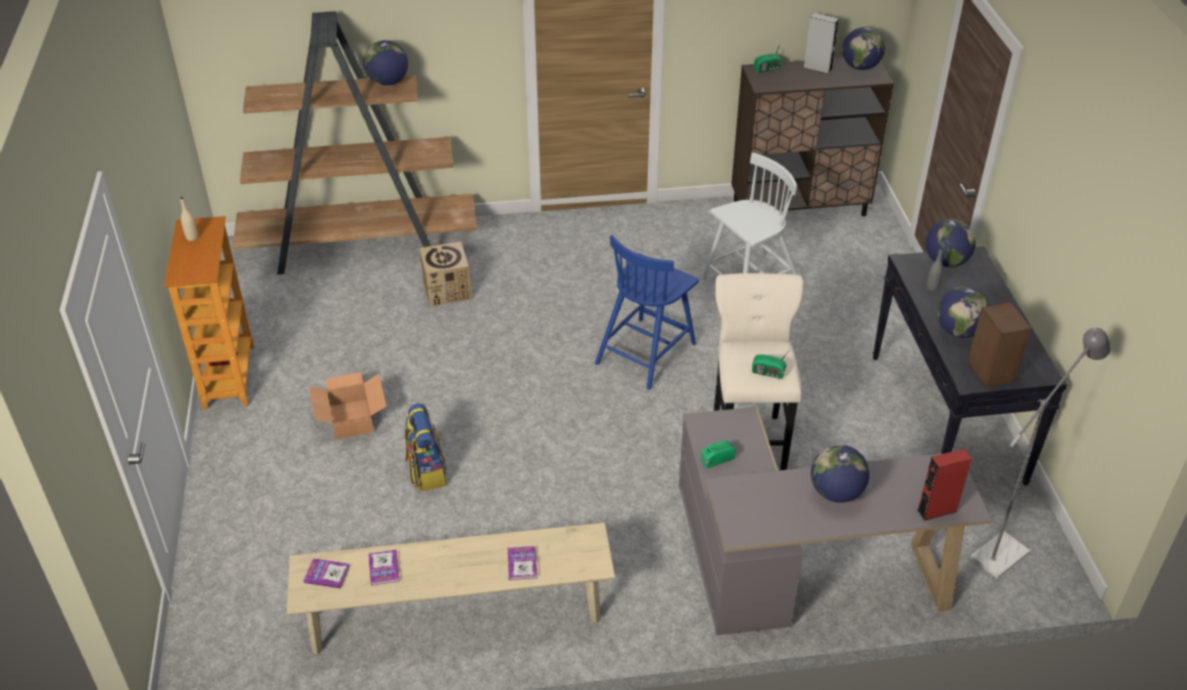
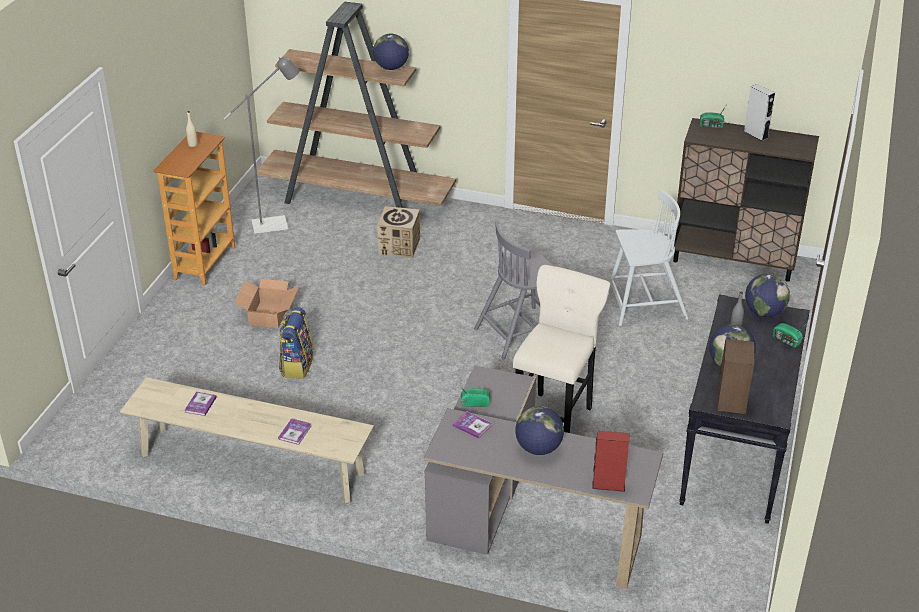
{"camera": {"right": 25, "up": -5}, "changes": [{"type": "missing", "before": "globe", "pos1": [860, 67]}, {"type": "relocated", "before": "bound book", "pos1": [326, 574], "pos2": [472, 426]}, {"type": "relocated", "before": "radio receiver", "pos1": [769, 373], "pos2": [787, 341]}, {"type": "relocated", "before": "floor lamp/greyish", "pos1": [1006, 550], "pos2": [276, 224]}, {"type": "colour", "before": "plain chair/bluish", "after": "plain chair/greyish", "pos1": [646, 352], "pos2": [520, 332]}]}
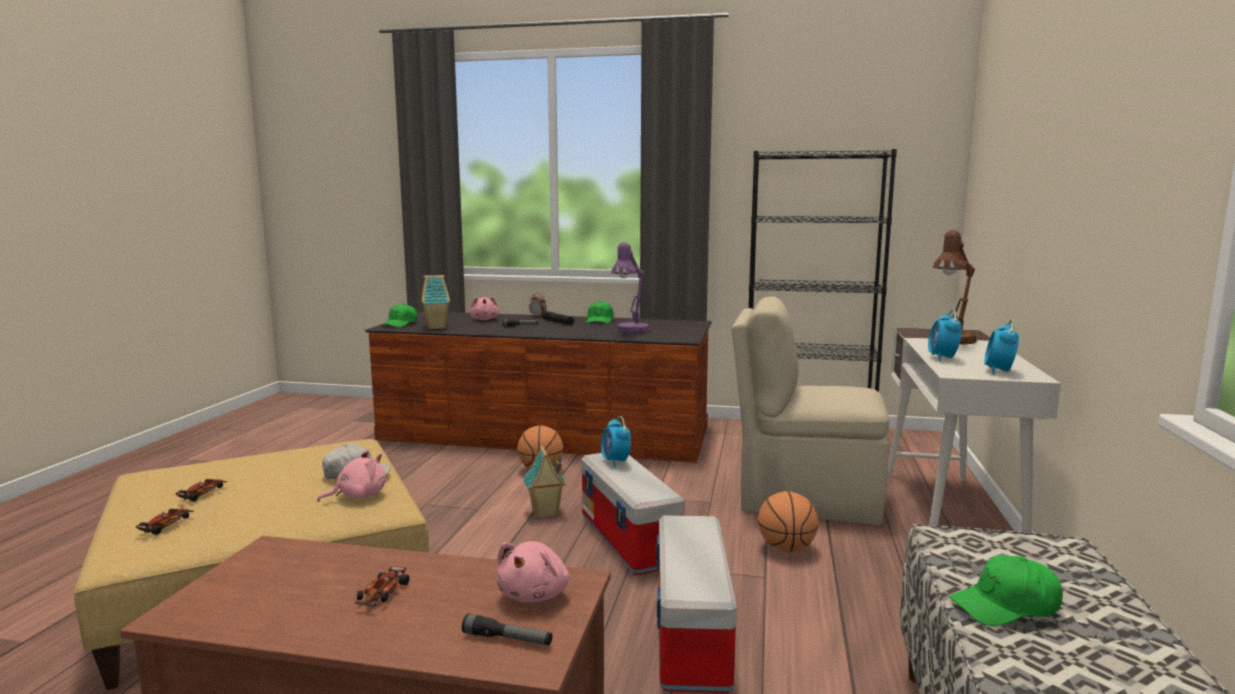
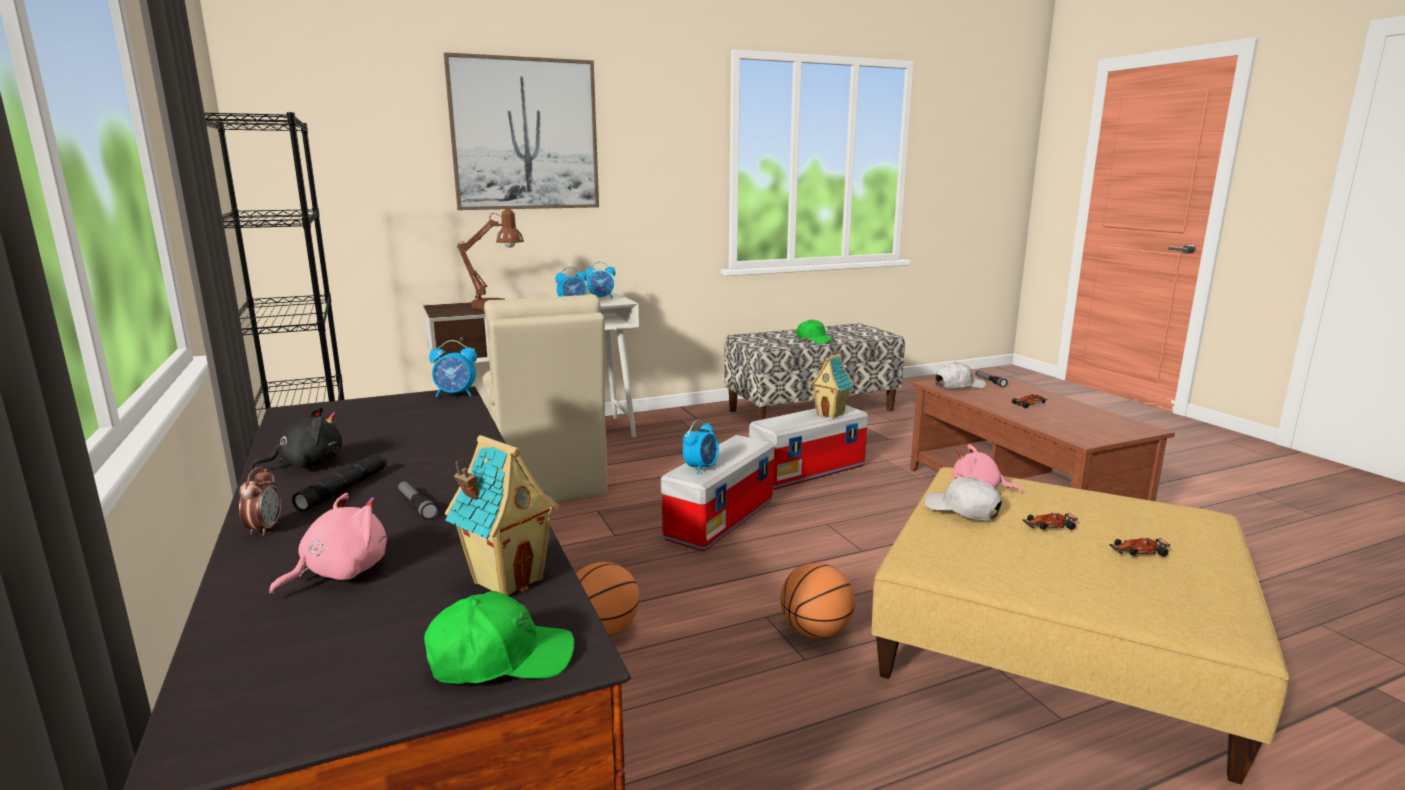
{"camera": {"right": -125, "up": 5}, "changes": [{"type": "missing", "before": "table lamp/purple-coloured", "pos1": [630, 331]}, {"type": "appeared", "after": "bedside clock", "pos2": [456, 394]}, {"type": "appeared", "after": "wall art", "pos2": [525, 134]}, {"type": "relocated", "before": "toy car", "pos1": [166, 525], "pos2": [1048, 526]}, {"type": "relocated", "before": "miniature house", "pos1": [545, 513], "pos2": [831, 414]}, {"type": "relocated", "before": "basketball ball", "pos1": [786, 548], "pos2": [815, 632]}, {"type": "exchanged", "before": "soft toy/pink-coloured", "after": "peaked cap/white-coloured", "pos1": [535, 594], "pos2": [959, 386]}, {"type": "exchanged", "before": "peaked cap/green", "after": "soft toy/black", "pos1": [600, 321], "pos2": [307, 464]}]}
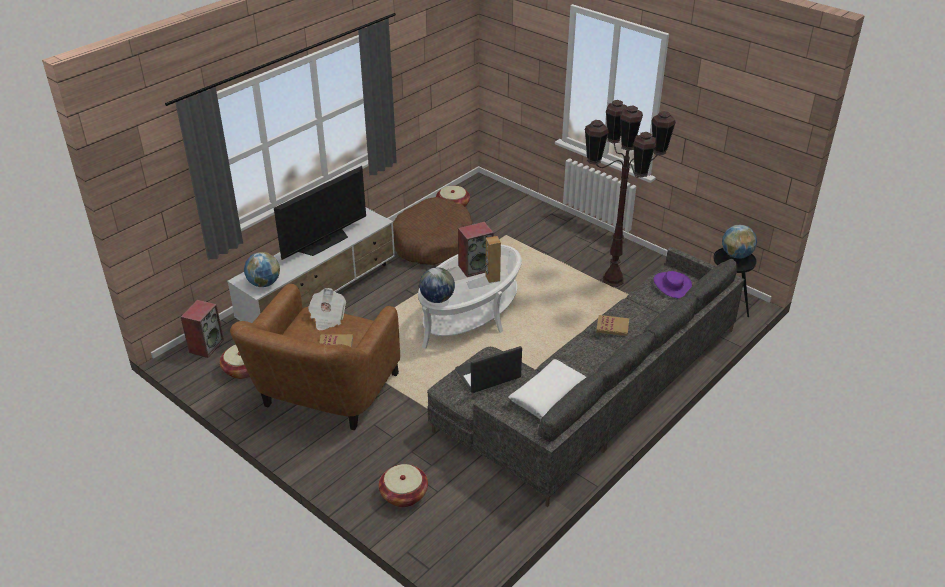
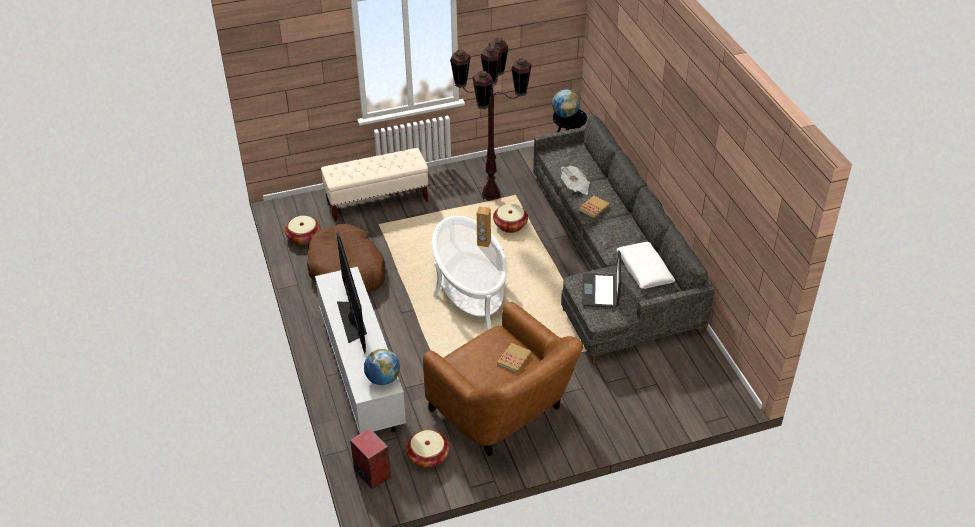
{"camera": {"right": -60, "up": 5}, "changes": [{"type": "missing", "before": "globe", "pos1": [437, 299]}, {"type": "missing", "before": "audio speaker", "pos1": [475, 267]}, {"type": "missing", "before": "wearable hat/purple-coloured", "pos1": [672, 285]}, {"type": "appeared", "after": "long seat/sand-coloured", "pos2": [377, 201]}, {"type": "relocated", "before": "daily paper", "pos1": [327, 318], "pos2": [575, 187]}, {"type": "relocated", "before": "household basket", "pos1": [404, 494], "pos2": [510, 225]}]}
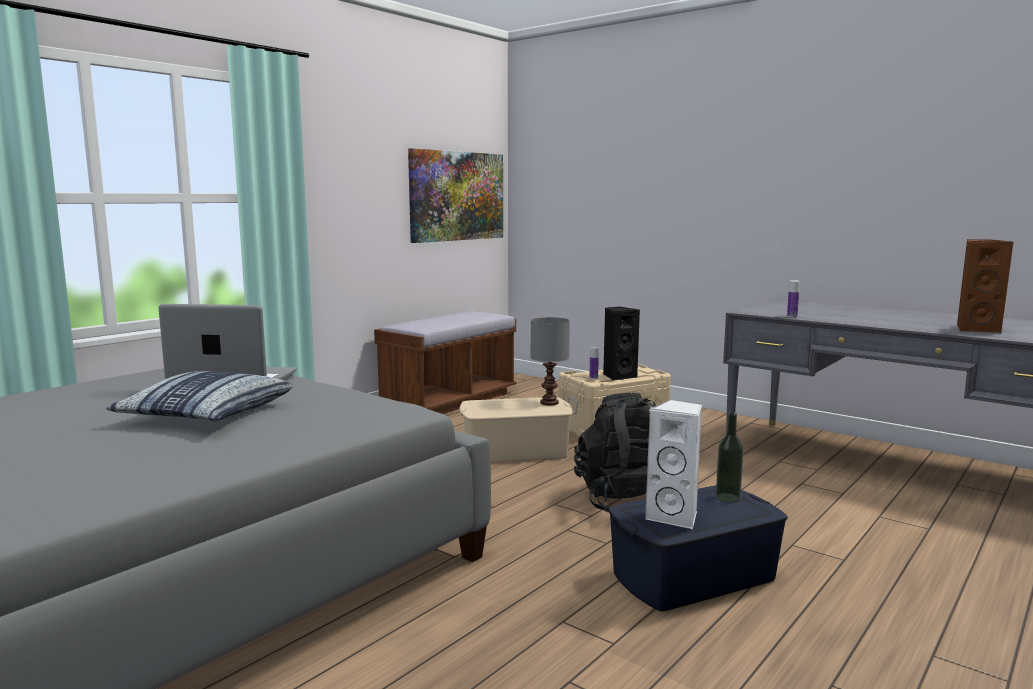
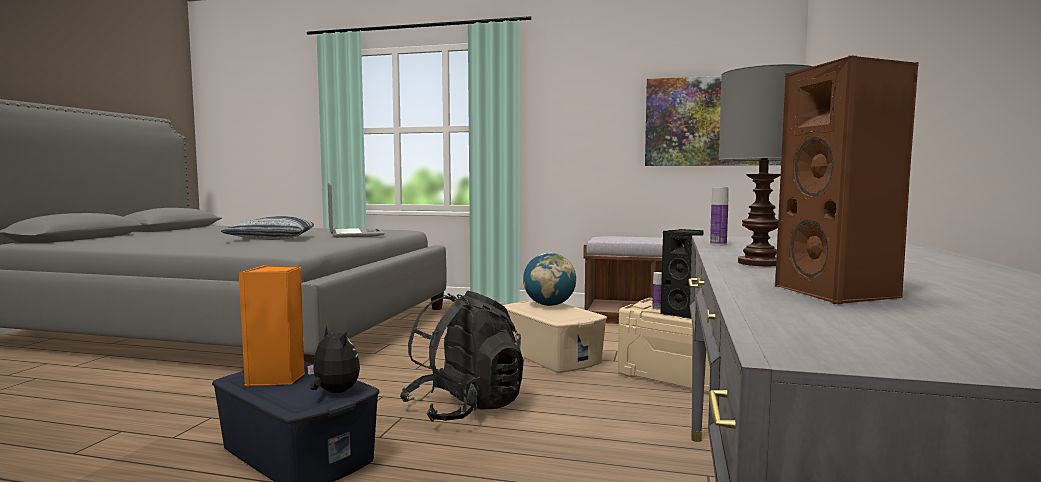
{"camera": {"right": 65, "up": -5}, "changes": [{"type": "appeared", "after": "globe", "pos2": [549, 305]}, {"type": "relocated", "before": "table lamp/greyish", "pos1": [549, 402], "pos2": [760, 263]}, {"type": "exchanged", "before": "drink bottle", "after": "soft toy", "pos1": [727, 498], "pos2": [334, 392]}, {"type": "colour", "before": "audio speaker/white-coloured", "after": "audio speaker/orange-coloured", "pos1": [675, 517], "pos2": [276, 379]}]}
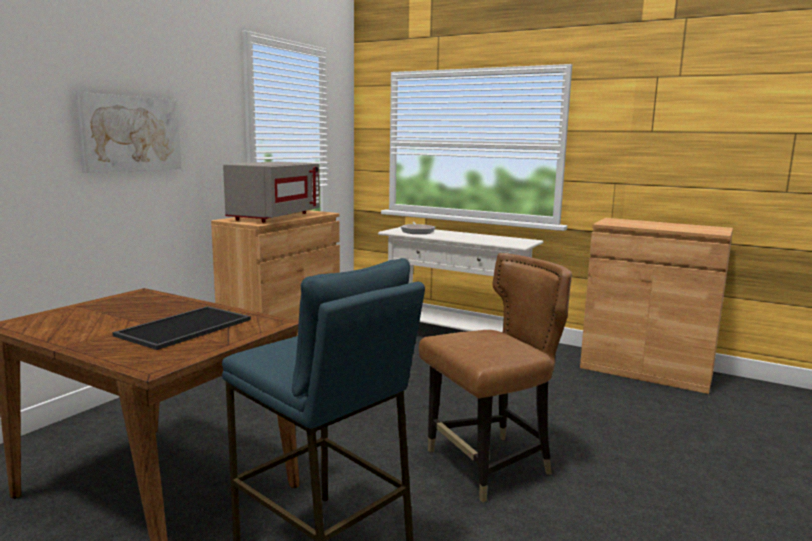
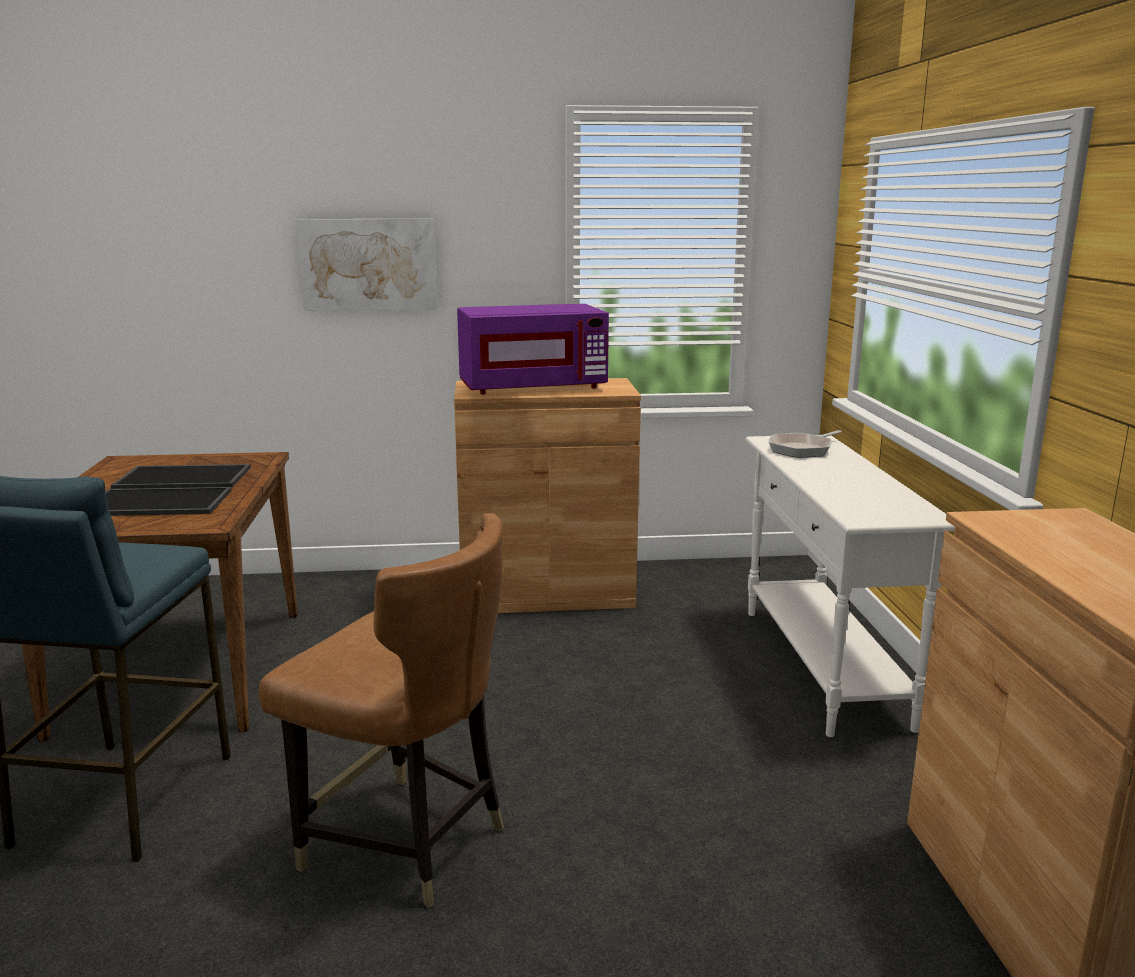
{"camera": {"right": 55, "up": 5}, "changes": [{"type": "appeared", "after": "serving tray", "pos2": [185, 477]}, {"type": "colour", "before": "kitchen microwave/greyish", "after": "kitchen microwave/purple-coloured", "pos1": [274, 217], "pos2": [532, 388]}]}
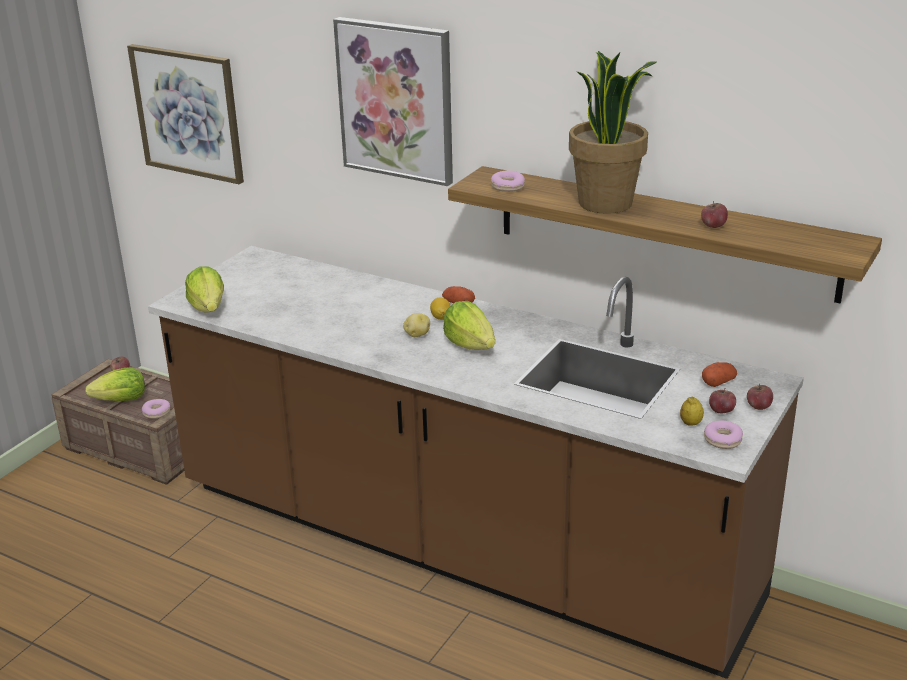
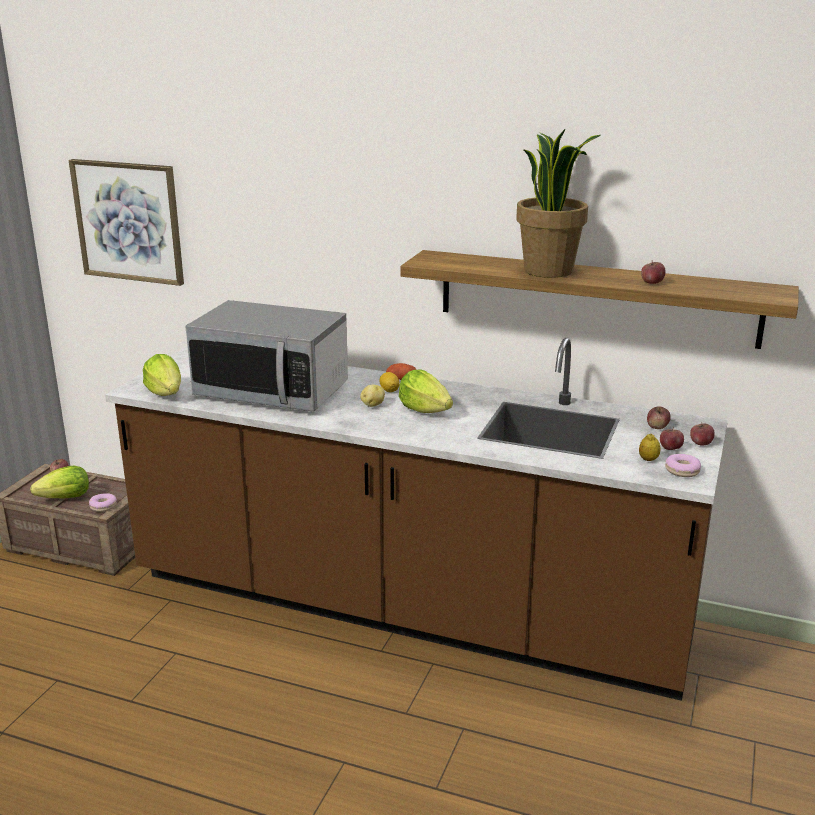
{"camera": {"right": -10, "up": -5}, "changes": [{"type": "missing", "before": "wall art", "pos1": [396, 100]}, {"type": "missing", "before": "doughnut", "pos1": [507, 187]}, {"type": "appeared", "after": "kitchen microwave", "pos2": [272, 391]}, {"type": "exchanged", "before": "potato", "after": "apple", "pos1": [718, 382], "pos2": [657, 427]}]}
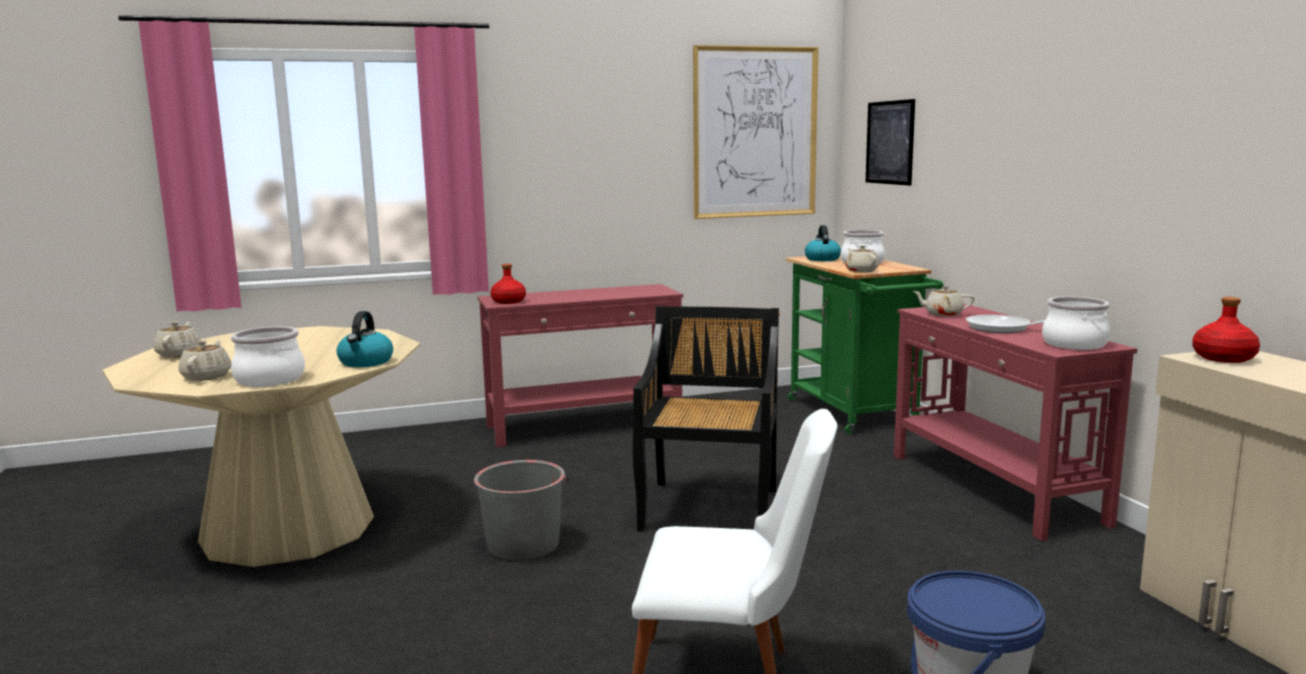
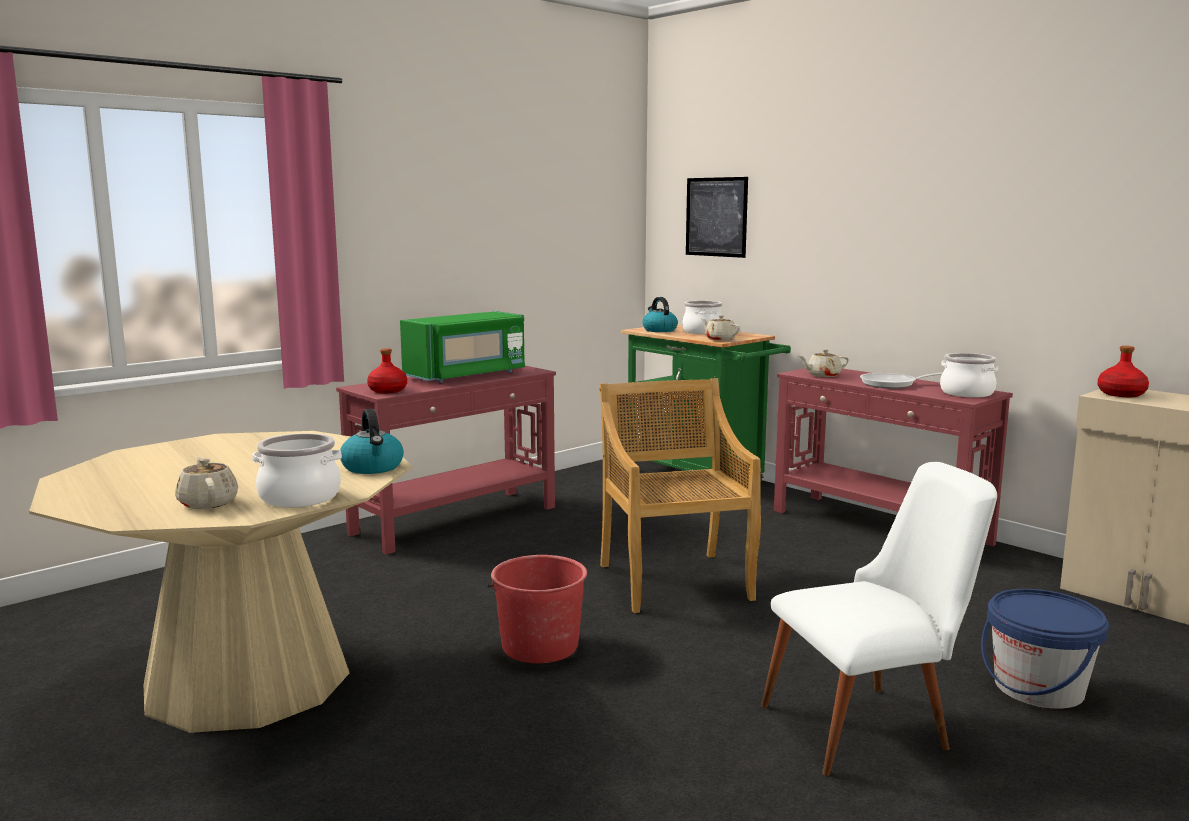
{"camera": {"right": -25, "up": 0}, "changes": [{"type": "missing", "before": "pot for tea/sand-coloured", "pos1": [179, 354]}, {"type": "missing", "before": "wall art", "pos1": [755, 132]}, {"type": "appeared", "after": "kitchen microwave/green", "pos2": [467, 375]}, {"type": "colour", "before": "water bucket/greyish", "after": "water bucket/red", "pos1": [523, 544], "pos2": [539, 646]}, {"type": "colour", "before": "plain chair/black", "after": "plain chair/sand-coloured", "pos1": [709, 508], "pos2": [674, 581]}]}
